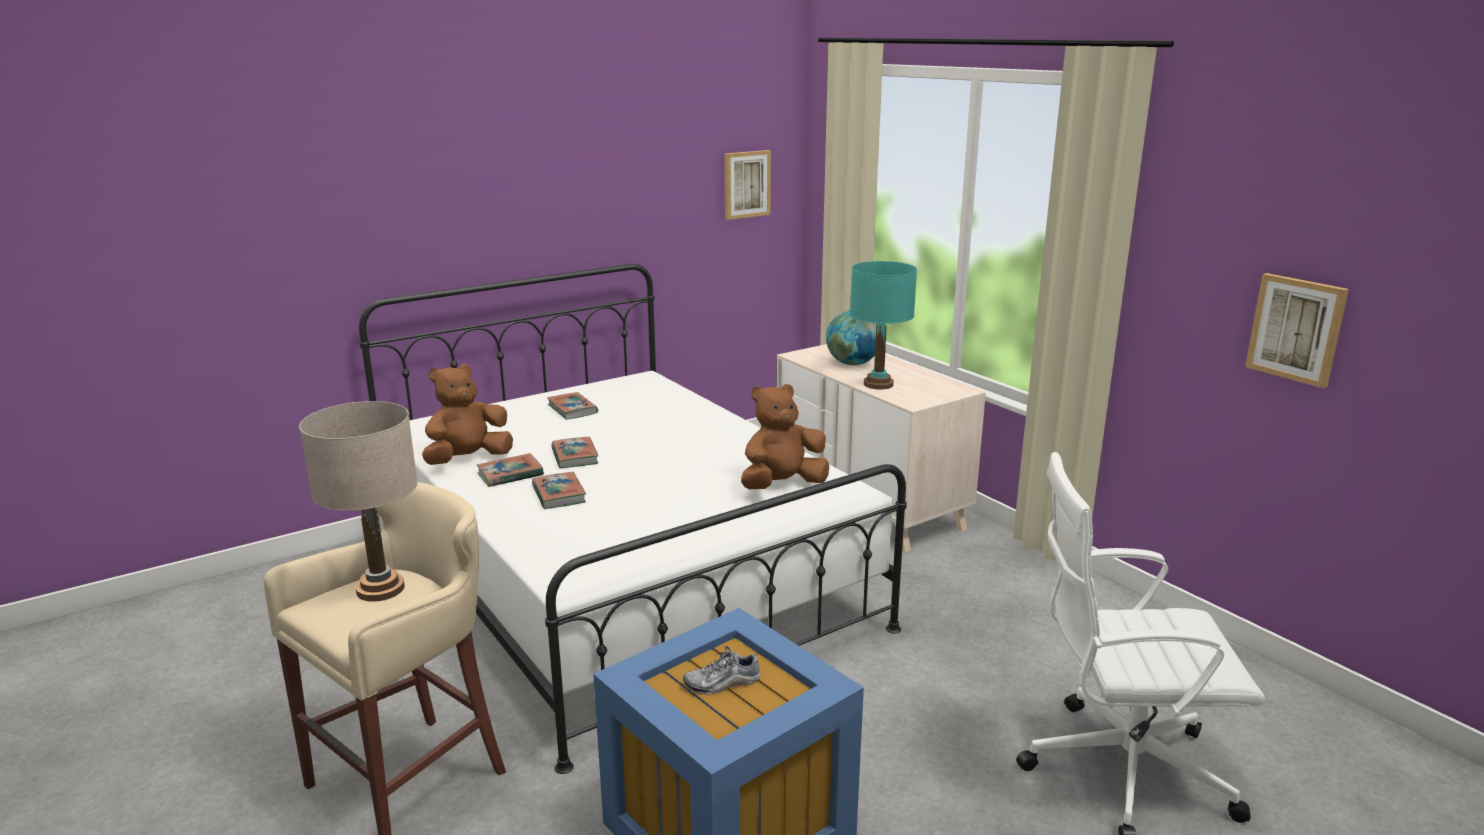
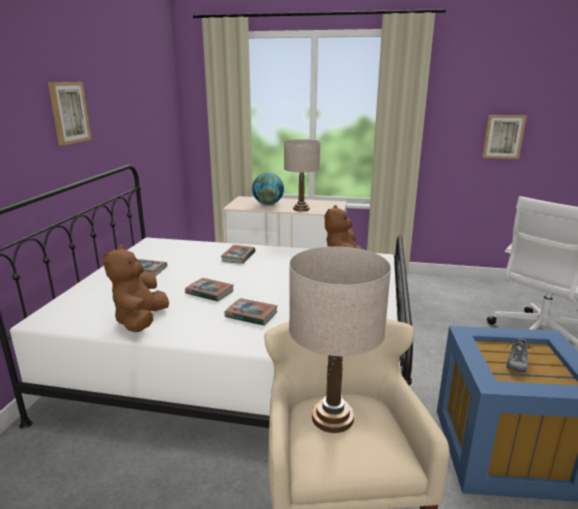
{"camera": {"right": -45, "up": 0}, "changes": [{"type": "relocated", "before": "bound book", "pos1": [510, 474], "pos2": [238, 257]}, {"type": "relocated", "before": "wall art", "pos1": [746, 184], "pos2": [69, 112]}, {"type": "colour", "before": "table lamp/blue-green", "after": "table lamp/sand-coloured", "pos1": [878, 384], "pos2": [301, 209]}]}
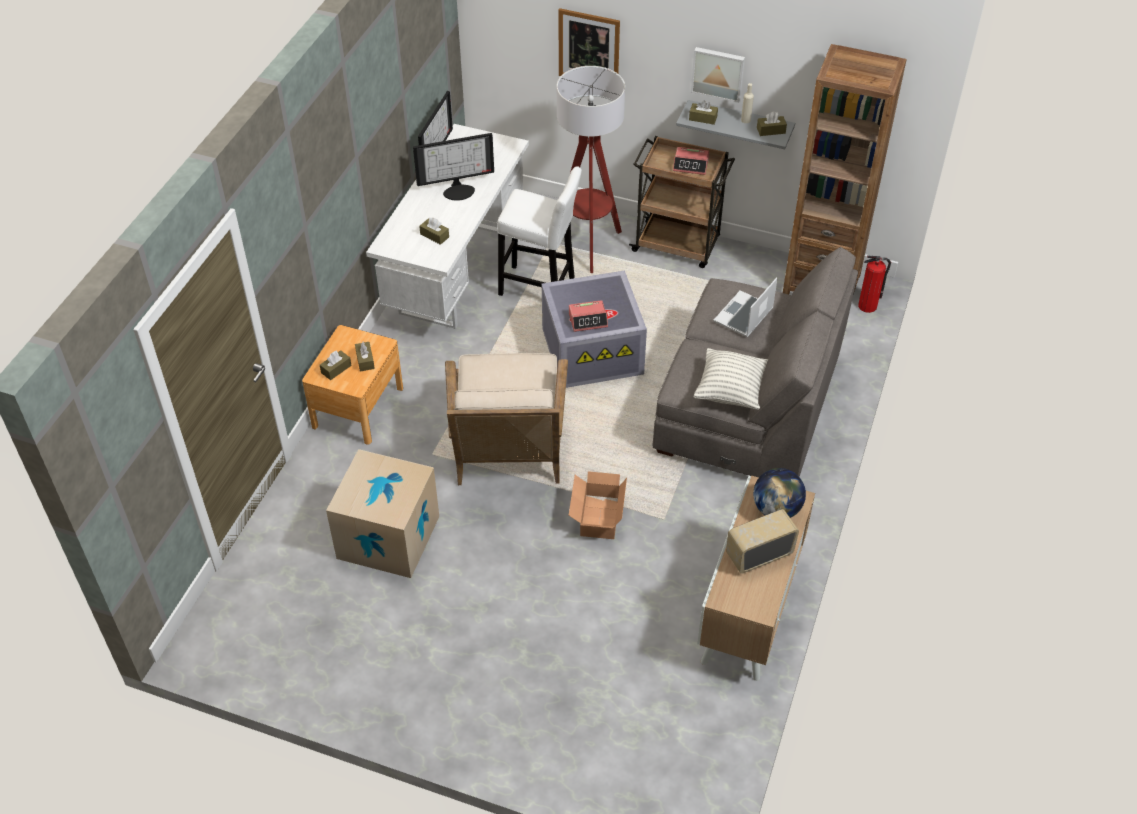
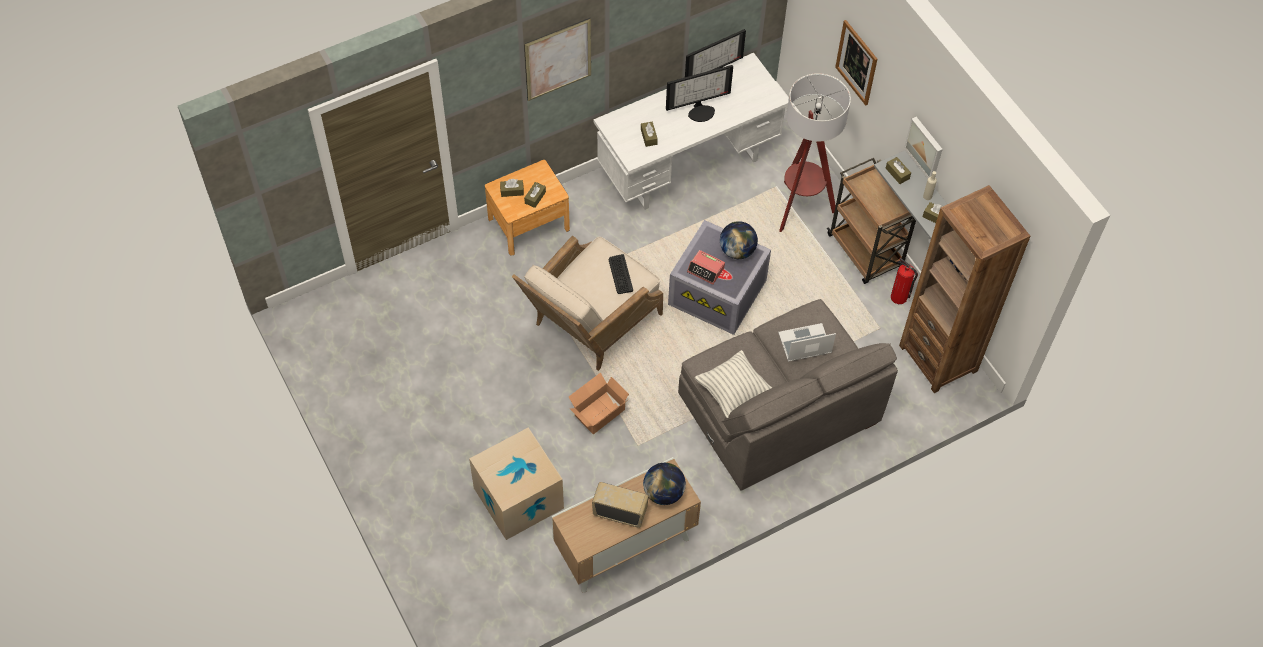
{"camera": {"right": 40, "up": 10}, "changes": [{"type": "missing", "before": "sitting stool/white-coloured", "pos1": [540, 288]}, {"type": "missing", "before": "bedside clock", "pos1": [691, 165]}, {"type": "appeared", "after": "wall art", "pos2": [558, 59]}, {"type": "appeared", "after": "computer keyboard", "pos2": [620, 274]}, {"type": "appeared", "after": "globe", "pos2": [737, 250]}, {"type": "relocated", "before": "carton", "pos1": [388, 537], "pos2": [518, 498]}, {"type": "relocated", "before": "fire extinguisher", "pos1": [868, 306], "pos2": [899, 297]}, {"type": "spun", "before": "computer display", "pos1": [458, 190], "pos2": [701, 111], "turn": -45}]}
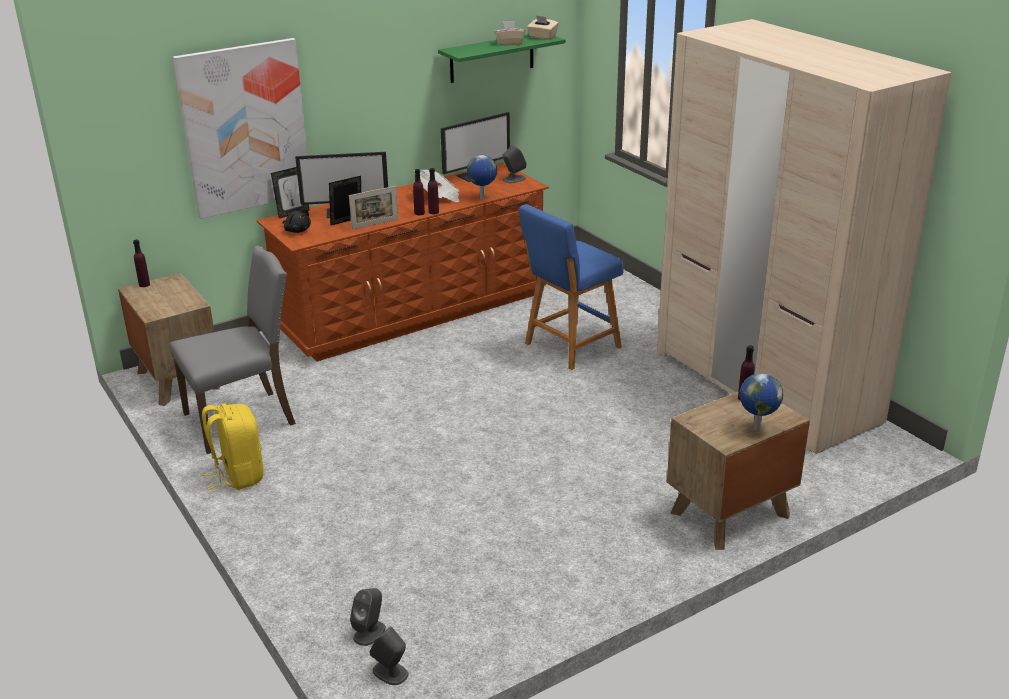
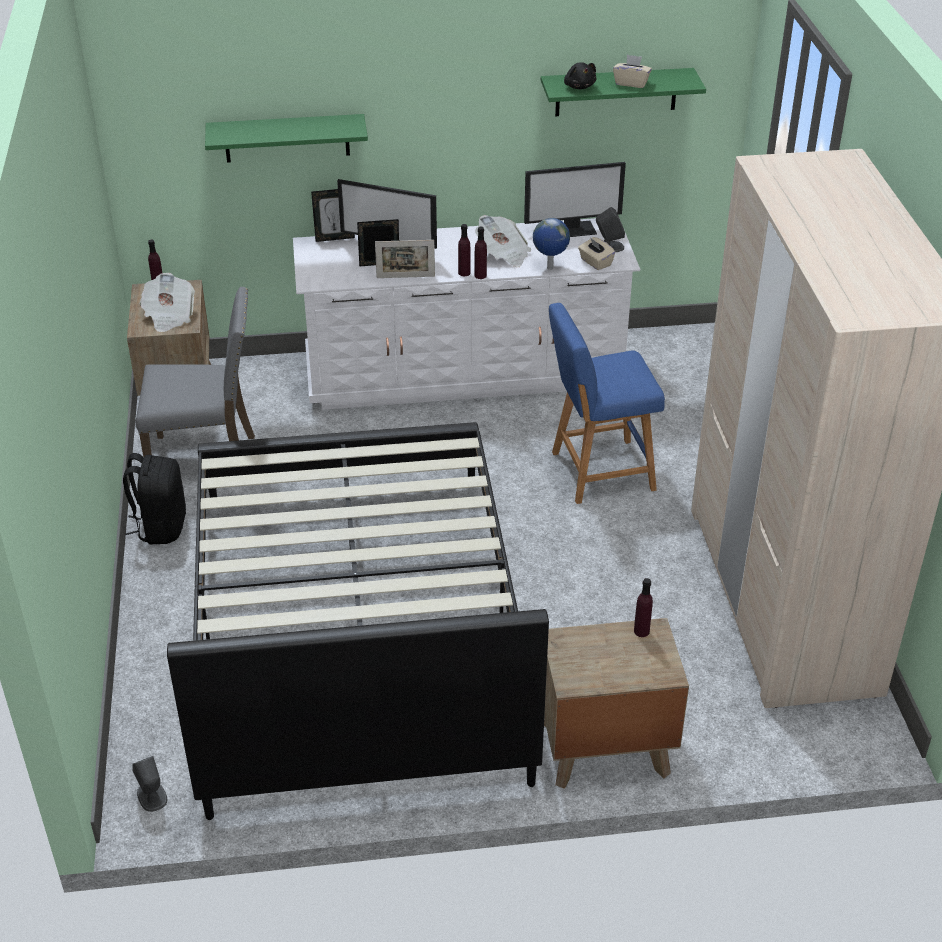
{"camera": {"right": 25, "up": 10}, "changes": [{"type": "missing", "before": "audio speaker/greyish", "pos1": [369, 632]}, {"type": "missing", "before": "globe", "pos1": [756, 428]}, {"type": "appeared", "after": "daily paper", "pos2": [169, 316]}, {"type": "appeared", "after": "bed/black", "pos2": [354, 629]}, {"type": "relocated", "before": "soft toy/black", "pos1": [297, 230], "pos2": [579, 86]}, {"type": "relocated", "before": "box of tissues/sand-coloured", "pos1": [542, 37], "pos2": [595, 262]}, {"type": "exchanged", "before": "wall art", "after": "wall shelf/green", "pos1": [244, 128], "pos2": [287, 138]}, {"type": "colour", "before": "knapsack/yellow-coloured", "after": "knapsack/black", "pos1": [238, 475], "pos2": [161, 527]}, {"type": "colour", "before": "dresser/brownish", "after": "dresser/white-coloured", "pos1": [413, 311], "pos2": [464, 372]}]}
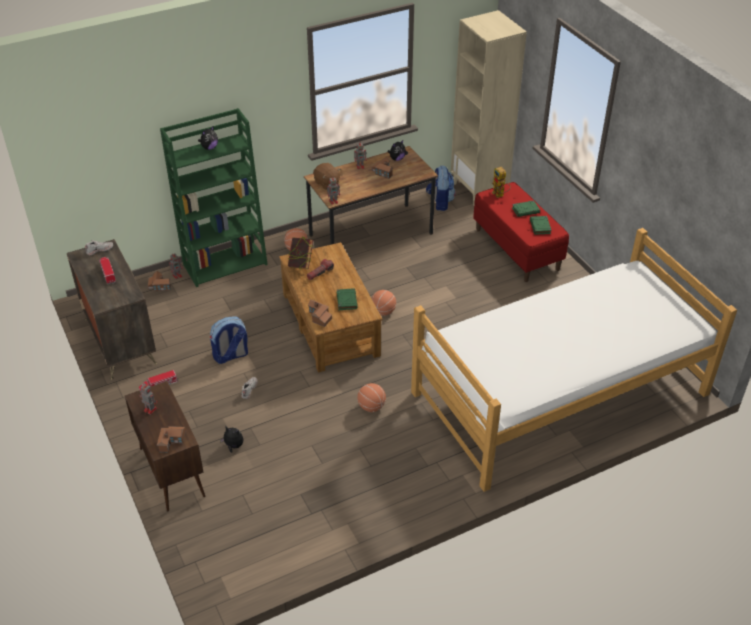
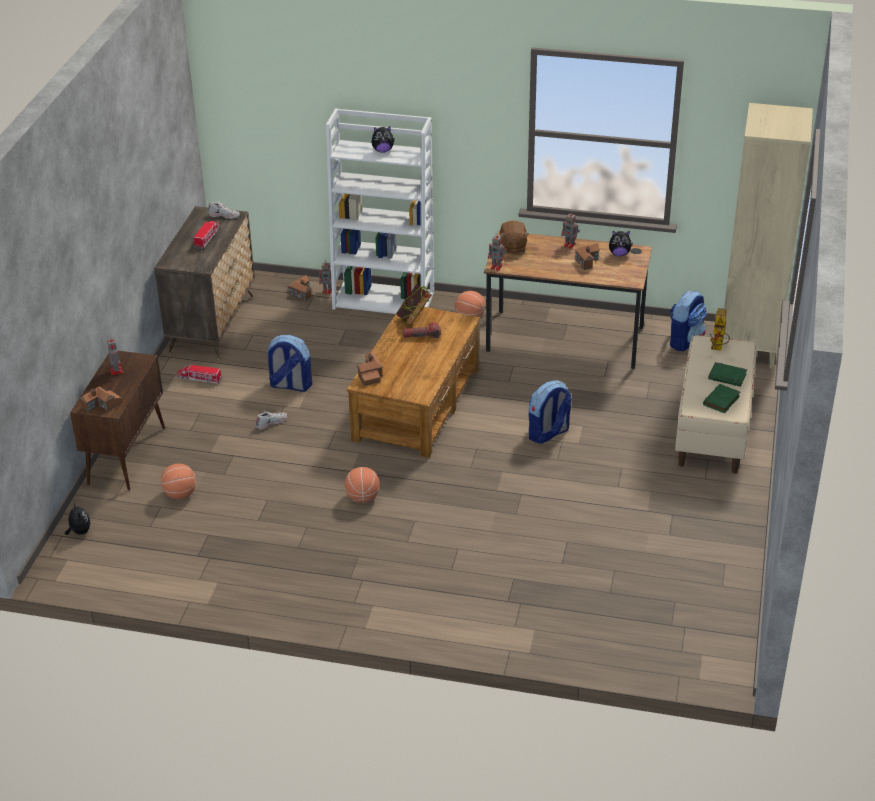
{"camera": {"right": 40, "up": -5}, "changes": [{"type": "missing", "before": "bound book/green", "pos1": [346, 300]}, {"type": "missing", "before": "bed", "pos1": [560, 394]}, {"type": "appeared", "after": "knapsack", "pos2": [548, 434]}, {"type": "relocated", "before": "soft toy", "pos1": [233, 446], "pos2": [79, 531]}, {"type": "relocated", "before": "basketball ball", "pos1": [383, 311], "pos2": [180, 494]}, {"type": "colour", "before": "shelving unit/green", "after": "shelving unit/white-coloured", "pos1": [225, 263], "pos2": [384, 300]}, {"type": "colour", "before": "long seat/red", "after": "long seat/sand-coloured", "pos1": [517, 249], "pos2": [713, 429]}]}
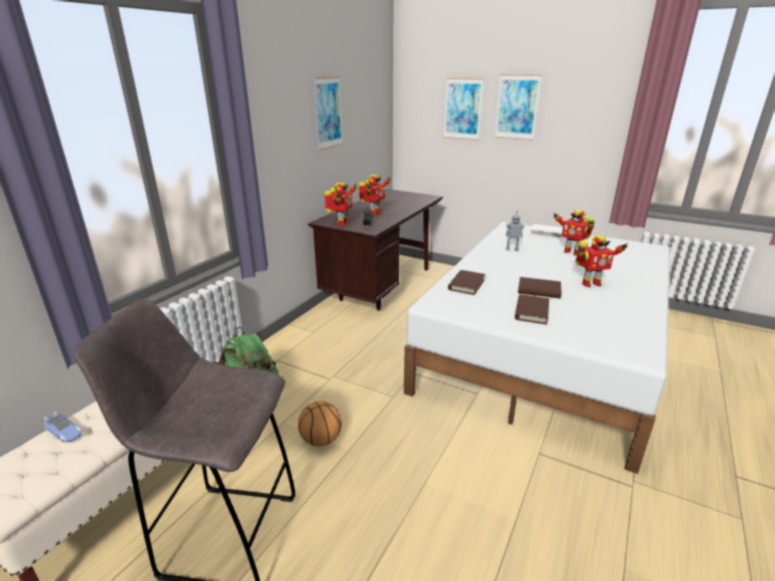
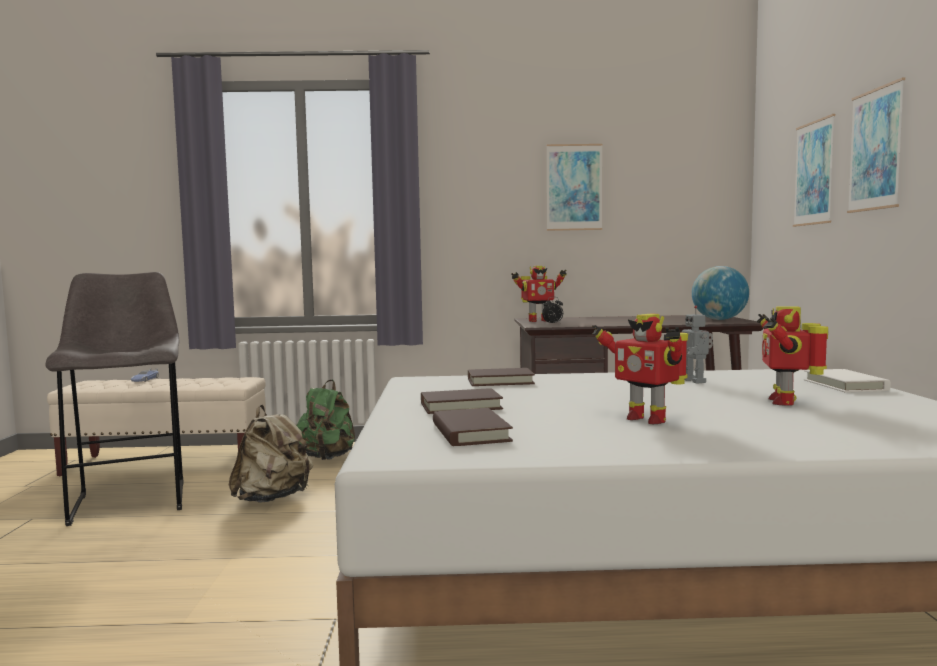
{"camera": {"right": 60, "up": -20}, "changes": [{"type": "missing", "before": "model robot", "pos1": [373, 213]}, {"type": "appeared", "after": "globe", "pos2": [719, 319]}, {"type": "relocated", "before": "bound book/brownish", "pos1": [539, 290], "pos2": [470, 432]}, {"type": "exchanged", "before": "basketball ball", "after": "knapsack/sand-coloured", "pos1": [320, 439], "pos2": [273, 498]}]}
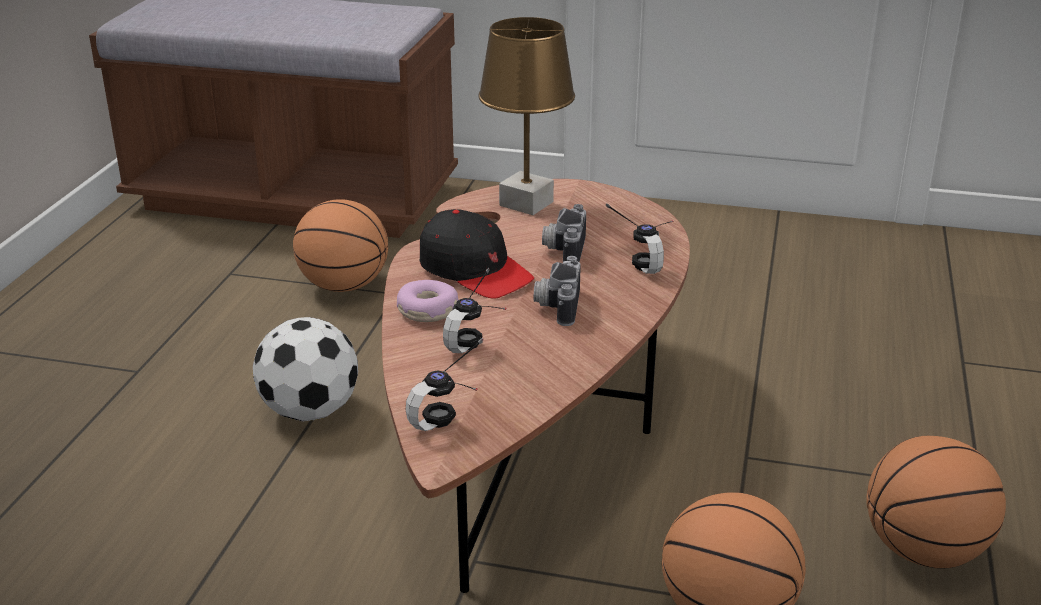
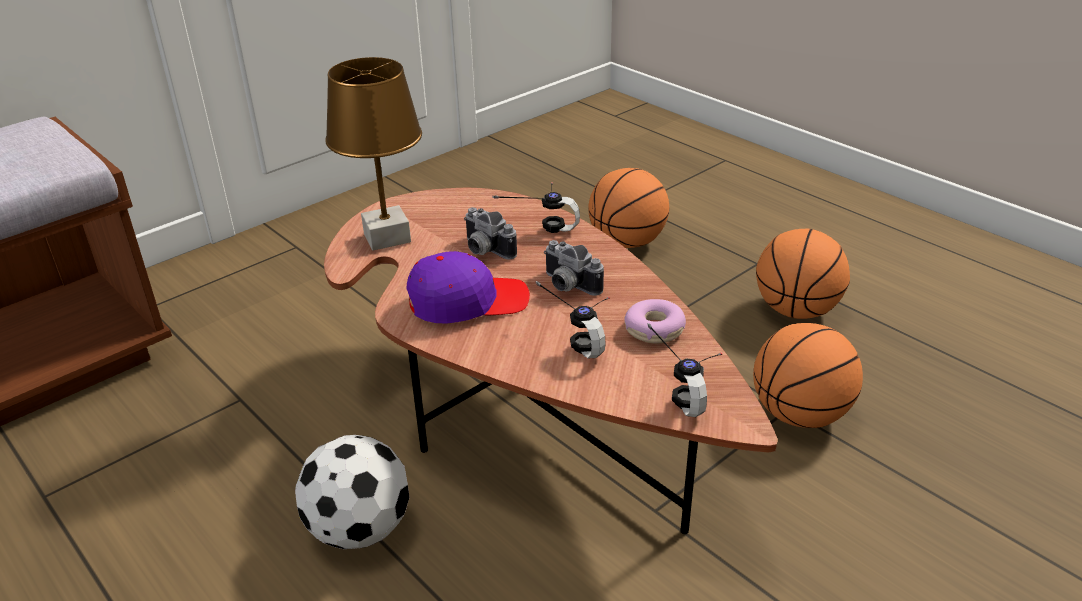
{"camera": {"right": -55, "up": 5}, "changes": [{"type": "relocated", "before": "basketball ball", "pos1": [344, 286], "pos2": [627, 242]}, {"type": "relocated", "before": "doughnut", "pos1": [428, 311], "pos2": [654, 330]}, {"type": "colour", "before": "peaked cap/black", "after": "peaked cap/purple-coloured", "pos1": [475, 270], "pos2": [467, 301]}]}
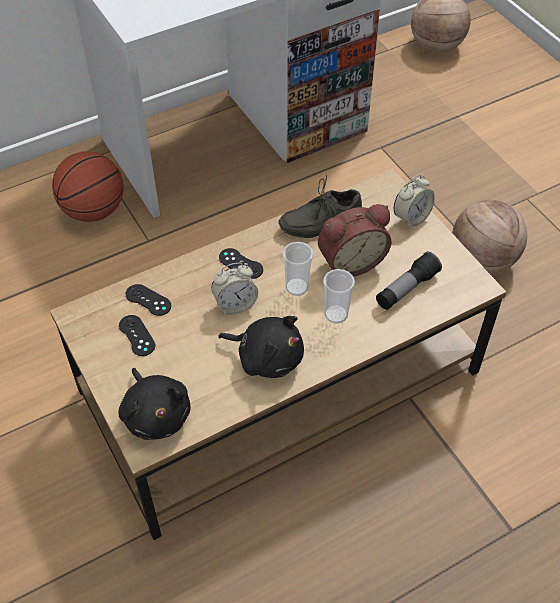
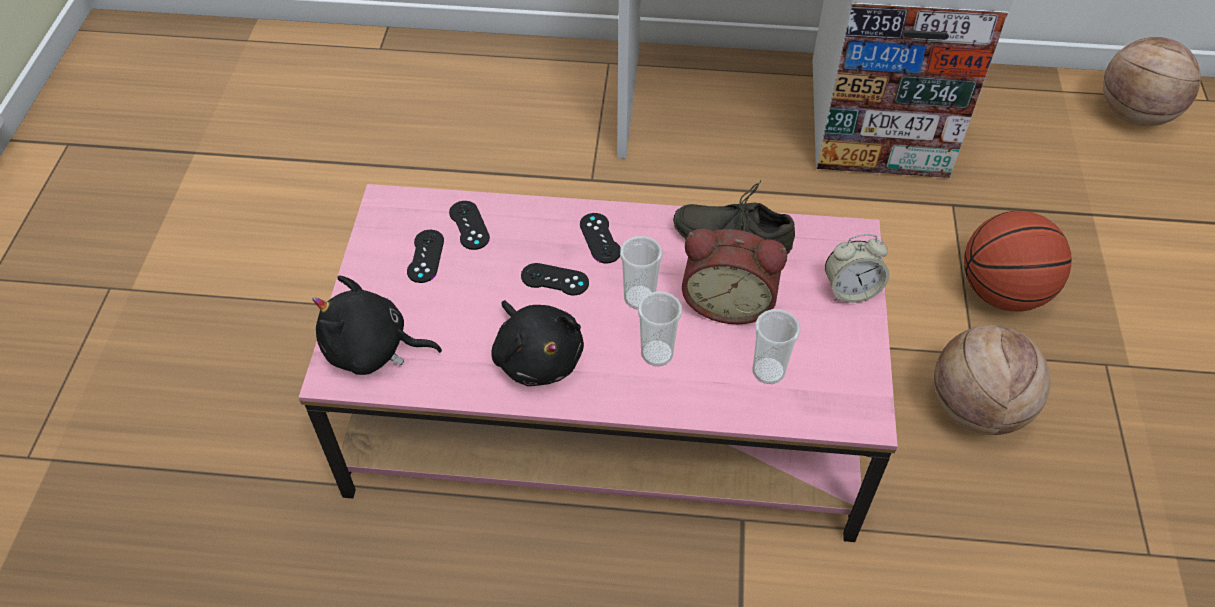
{"camera": {"right": 35, "up": 0}, "changes": [{"type": "relocated", "before": "basketball ball", "pos1": [93, 210], "pos2": [1002, 292]}, {"type": "exchanged", "before": "bedside clock", "after": "joypad/black", "pos1": [235, 304], "pos2": [554, 279]}, {"type": "exchanged", "before": "flashlight", "after": "cup", "pos1": [406, 289], "pos2": [768, 371]}, {"type": "colour", "before": "low table/brownish", "after": "low table/pink-coloured", "pos1": [279, 380], "pos2": [607, 408]}, {"type": "spun", "before": "soft toy/black", "pos1": [156, 414], "pos2": [372, 350], "turn": 90}]}
